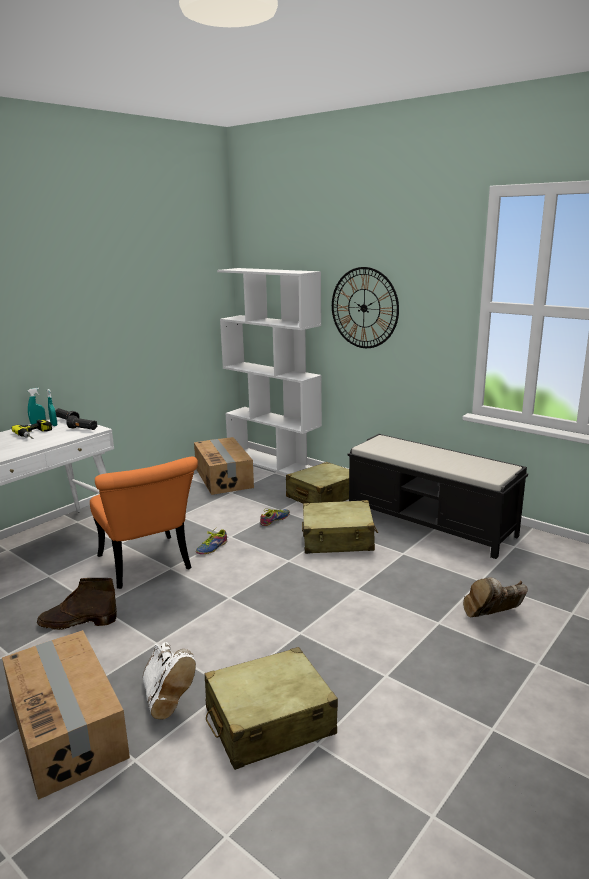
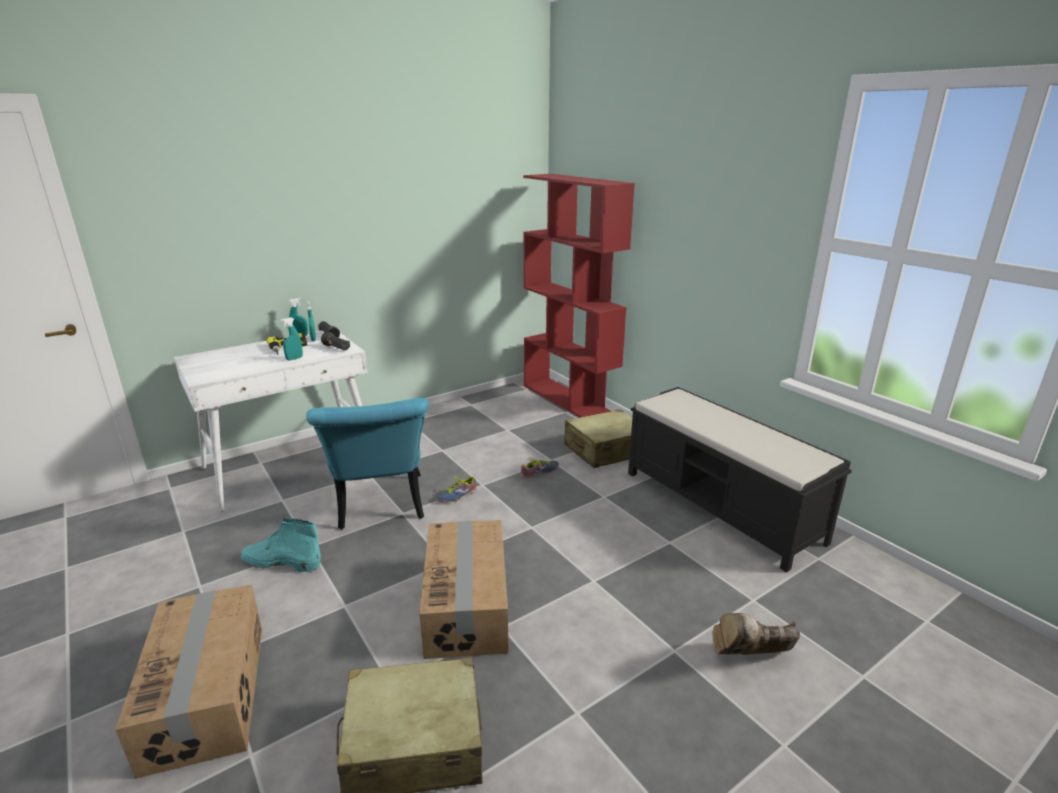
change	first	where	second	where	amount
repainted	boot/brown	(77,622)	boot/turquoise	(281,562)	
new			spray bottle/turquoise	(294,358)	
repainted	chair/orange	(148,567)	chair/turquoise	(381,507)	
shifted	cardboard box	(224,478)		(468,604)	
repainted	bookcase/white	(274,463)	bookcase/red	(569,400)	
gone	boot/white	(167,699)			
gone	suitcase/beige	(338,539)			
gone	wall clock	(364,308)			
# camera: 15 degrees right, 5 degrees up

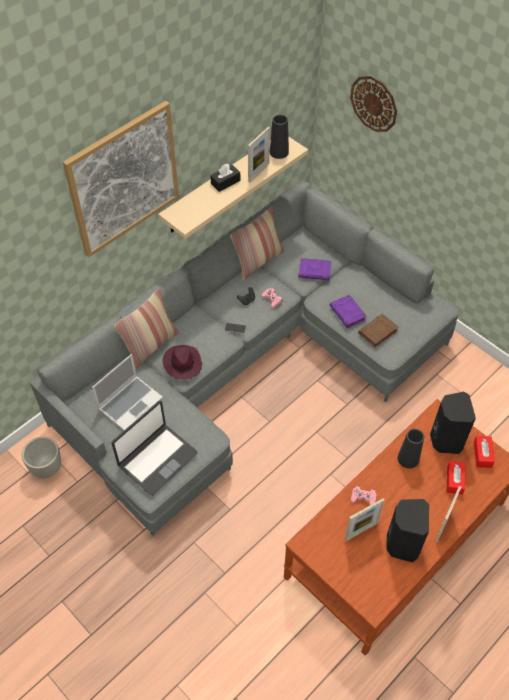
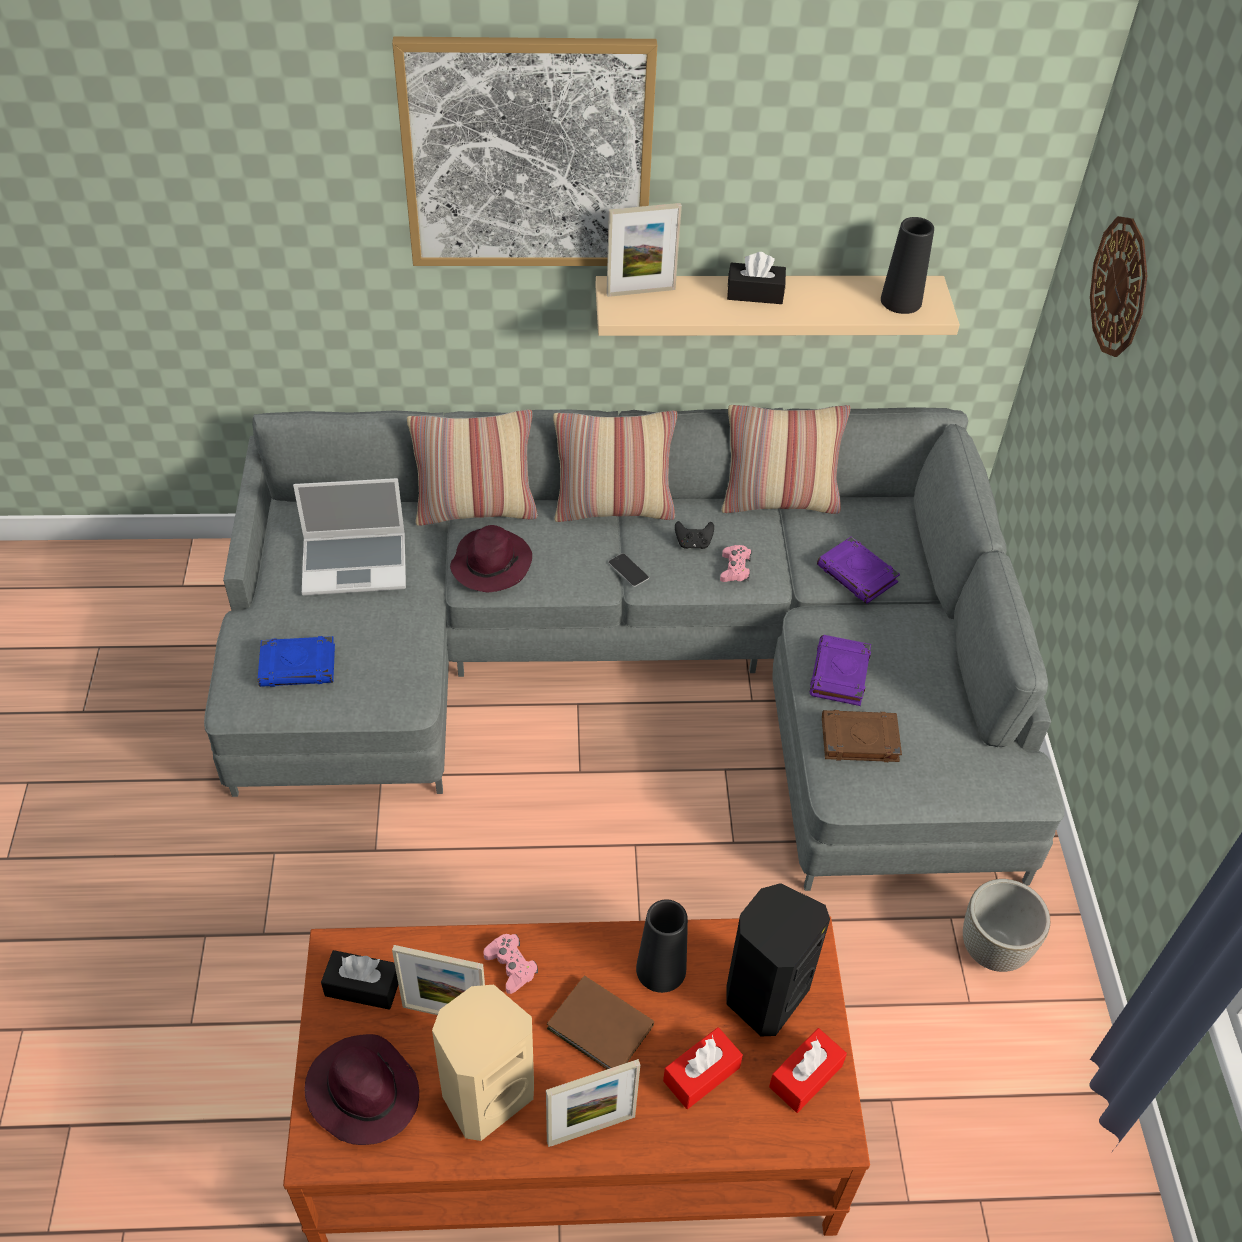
change	first	where	second	where	amount
swapped	laptop	(157,459)	book/blue	(298,666)	
new			hat/purple	(362,1092)	
new			tissue box/black	(362,986)	
repainted	speaker/black	(401,544)	speaker/beige	(486,1094)	
new			book/brown	(601,1029)	
new			pillow	(613,508)	
shifted	picture frame	(258,172)		(641,292)	
shifted	planter/grey	(47,468)		(993,949)	
# camera: 40 degrees right, 5 degrees down

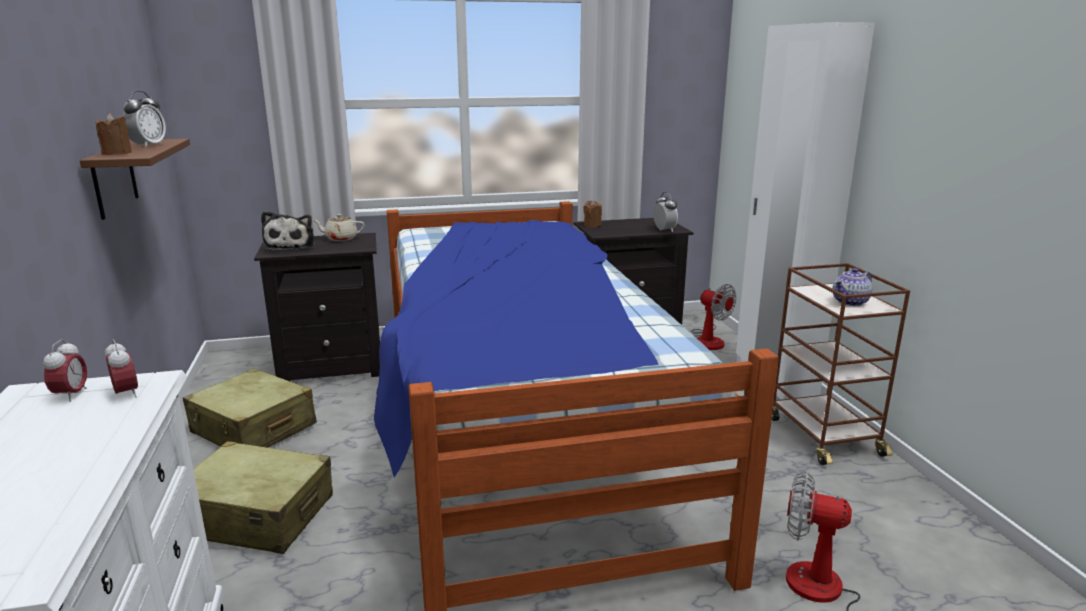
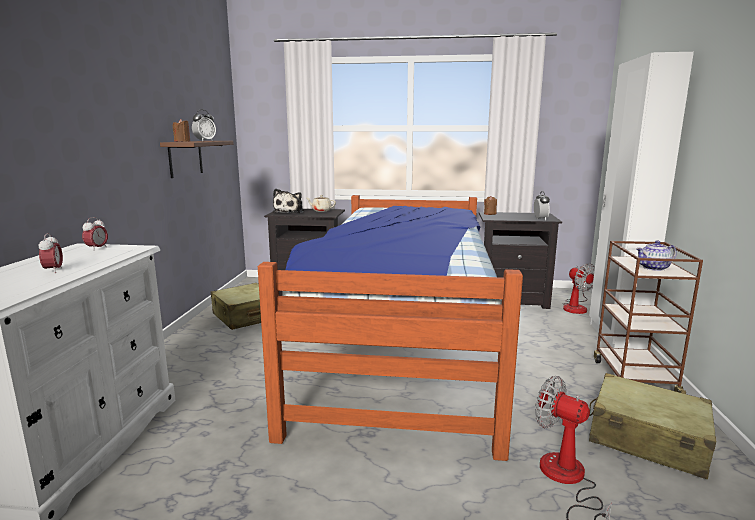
change	first	where	second	where	amount
shifted	alarm clock	(126,394)		(53,271)	
shifted	suitcase/beige	(256,516)		(646,439)	
# camera: 20 degrees right, 5 degrees down

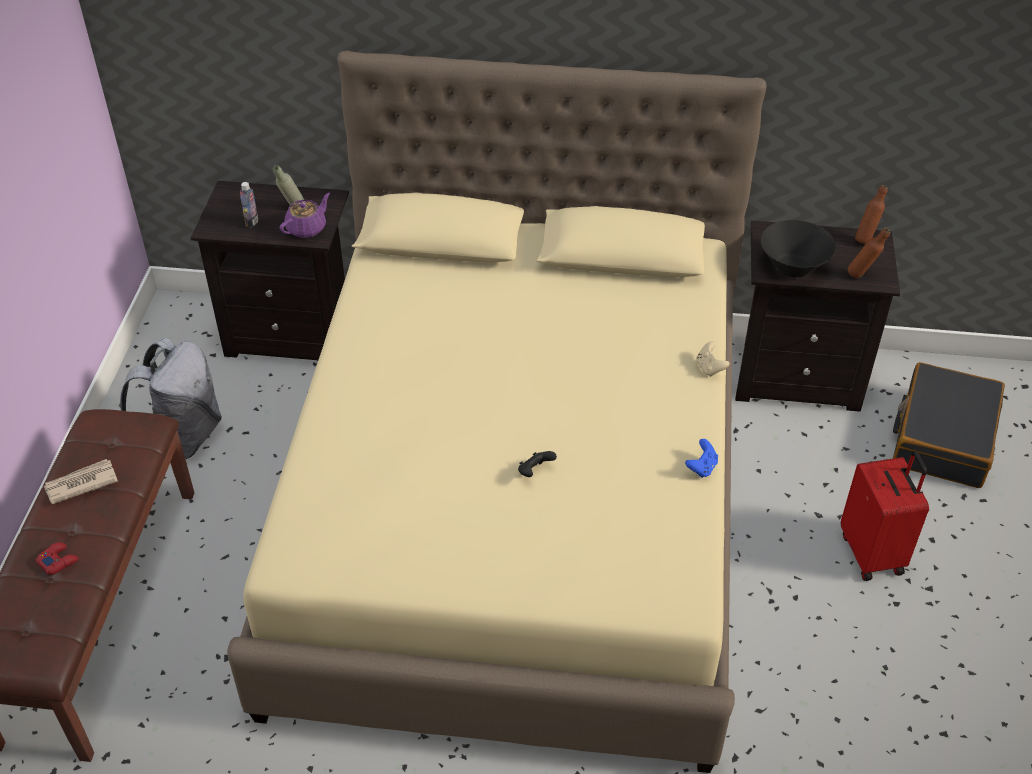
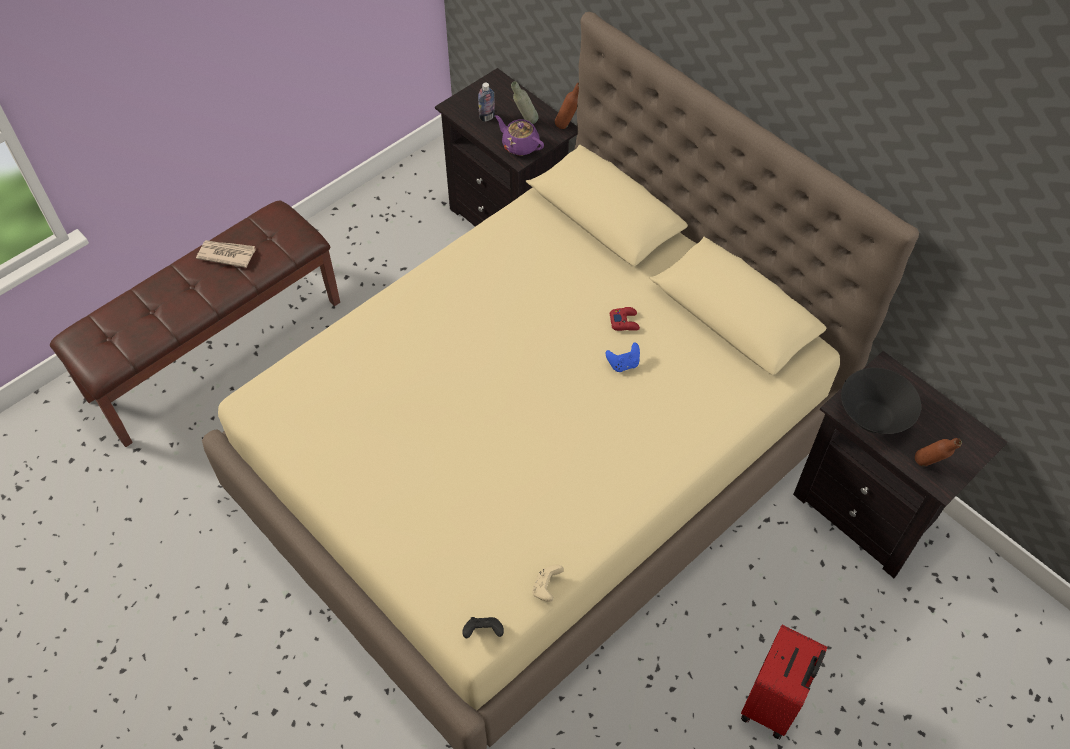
change	first	where	second	where	amount
shifted	game controller/black	(535,472)		(483,632)	
rotated	teapot/purple	(307,228)		(520,145)	135 degrees counterclockwise
shifted	game controller/beige	(710,368)		(546,588)	
shifted	bottle/brown	(865,239)		(567,125)	
shifted	game controller/blue	(701,467)		(623,364)	
shifted	game controller/red	(58,561)		(624,322)	
gone	backpack/grey	(184,436)			
gone	suitcase/black	(942,437)			
# camera: 40 degrees right, 10 degrees up

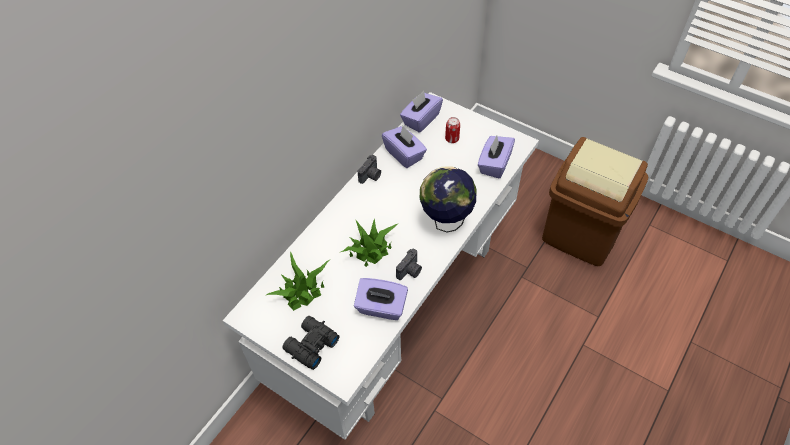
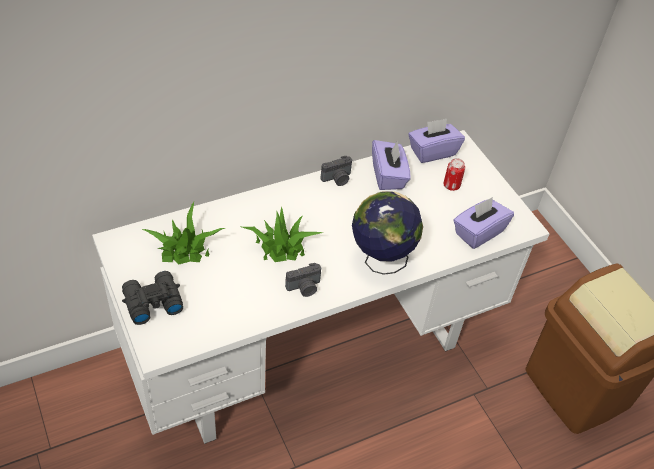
change	first	where	second	where	amount
gone	tissue box/purple	(381,307)			
# camera: 25 degrees right, 5 degrees down

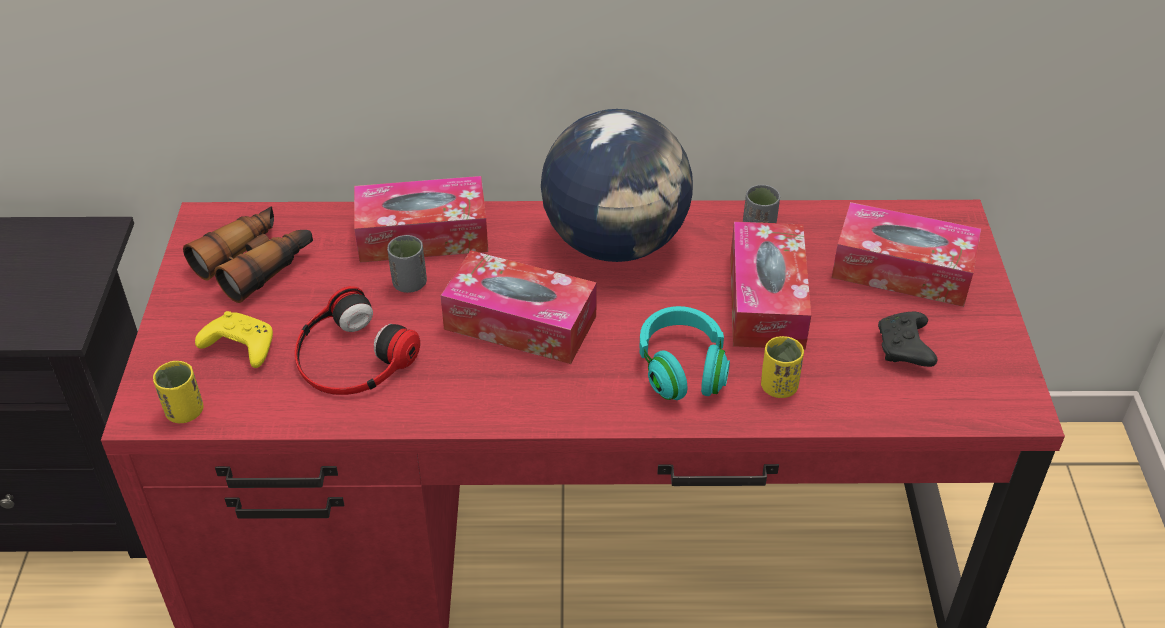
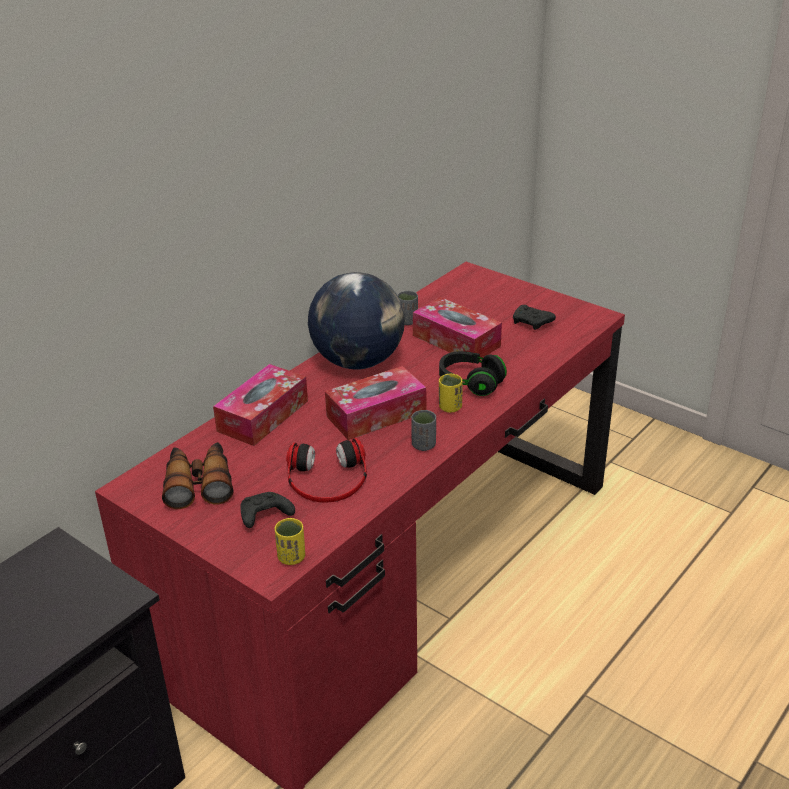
change	first	where	second	where	amount
repainted	game controller/yellow	(239,347)	game controller/black	(264,516)	
shifted	cup/grey	(409,284)		(423,445)	
repainted	headphones/turquoise	(682,368)	headphones/black	(470,383)	
shifted	cup/yellow	(778,387)		(450,407)	
gone	tissue box	(902,270)			
# camera: 50 degrees left, 10 degrees down

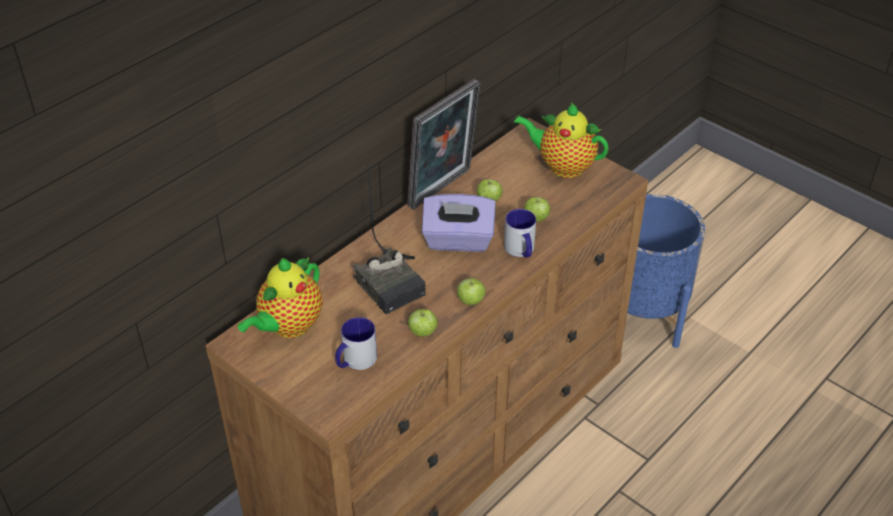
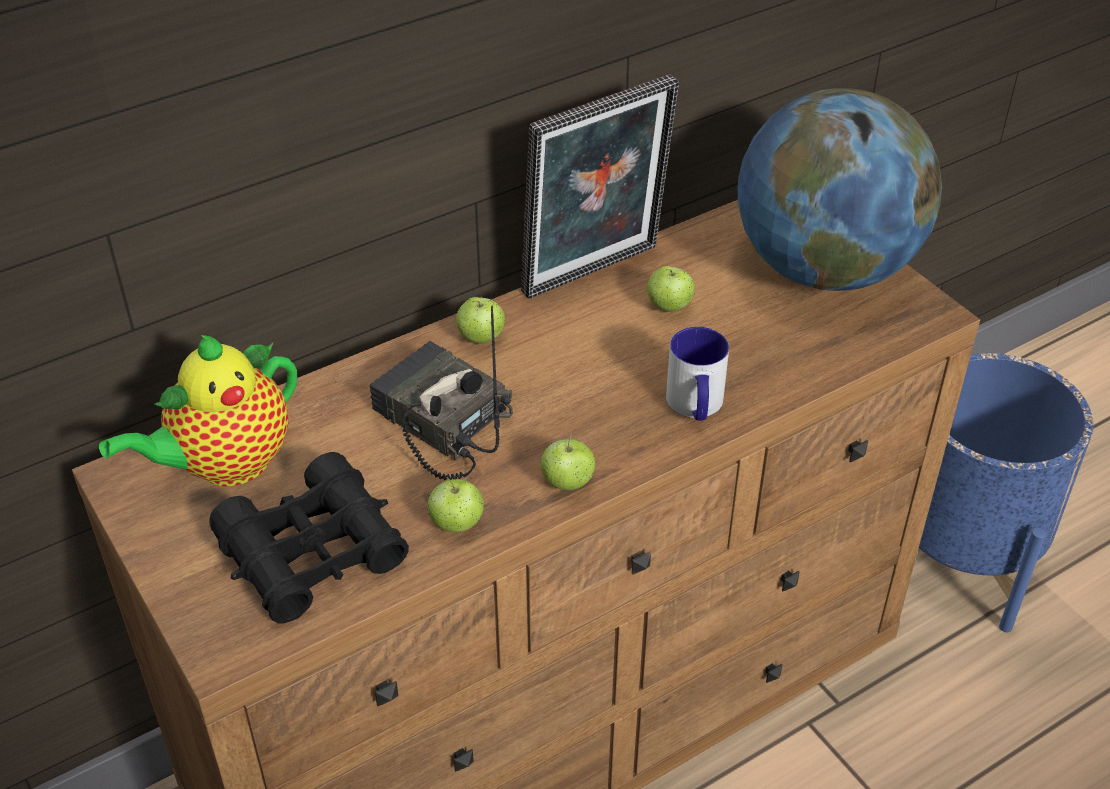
change	first	where	second	where	amount
swapped	mug	(355,361)	binoculars/black	(313,553)	
rotated	radio	(392,283)		(439,422)	150 degrees clockwise
shifted	apple	(536,219)		(481,338)	
swapped	teapot	(562,166)	globe	(824,269)	
gone	tissue box/purple	(458,240)			
# camera: 15 degrees right, 0 degrees up

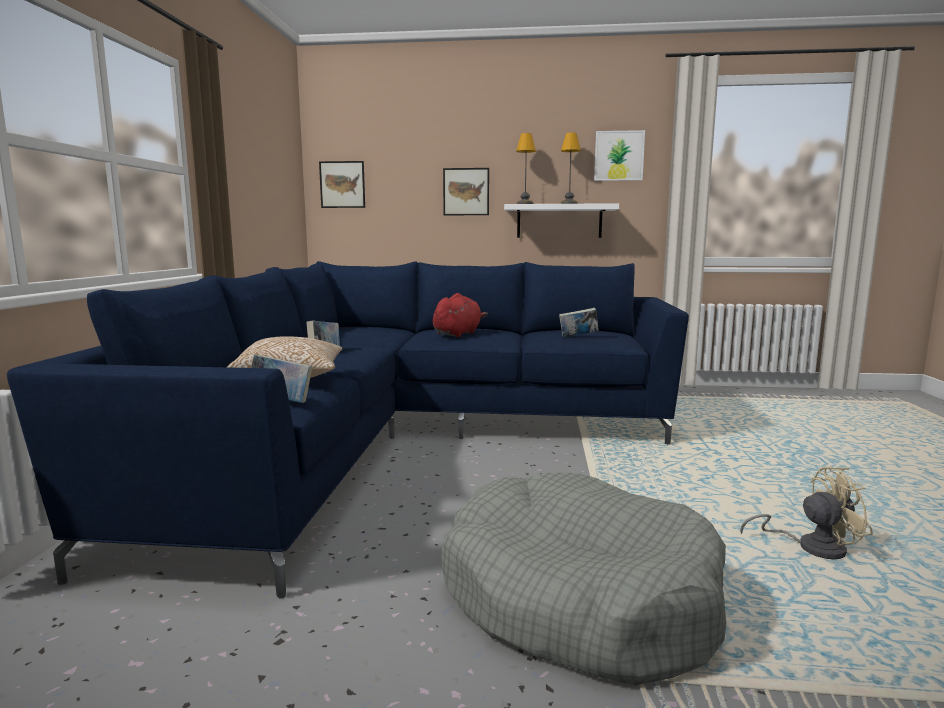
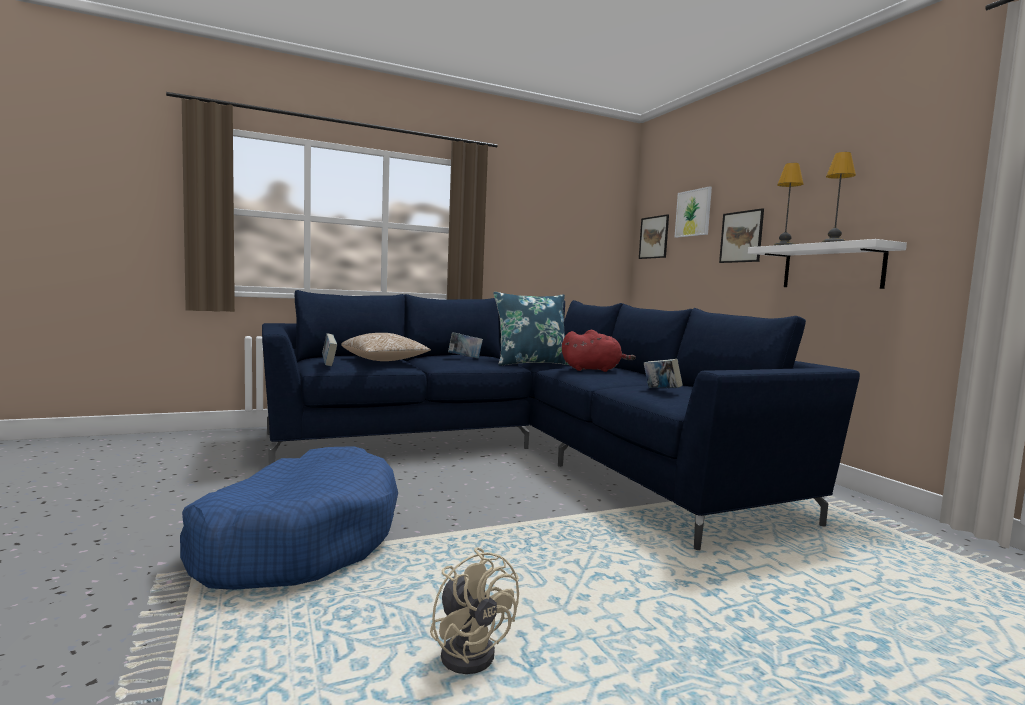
change	first	where	second	where	amount
repainted	dog bed/grey	(577,598)	dog bed/blue	(298,540)	
new			pillow/blue	(531,363)	
shifted	picture	(619,156)		(693,213)	
# camera: 60 degrees right, 5 degrees down

